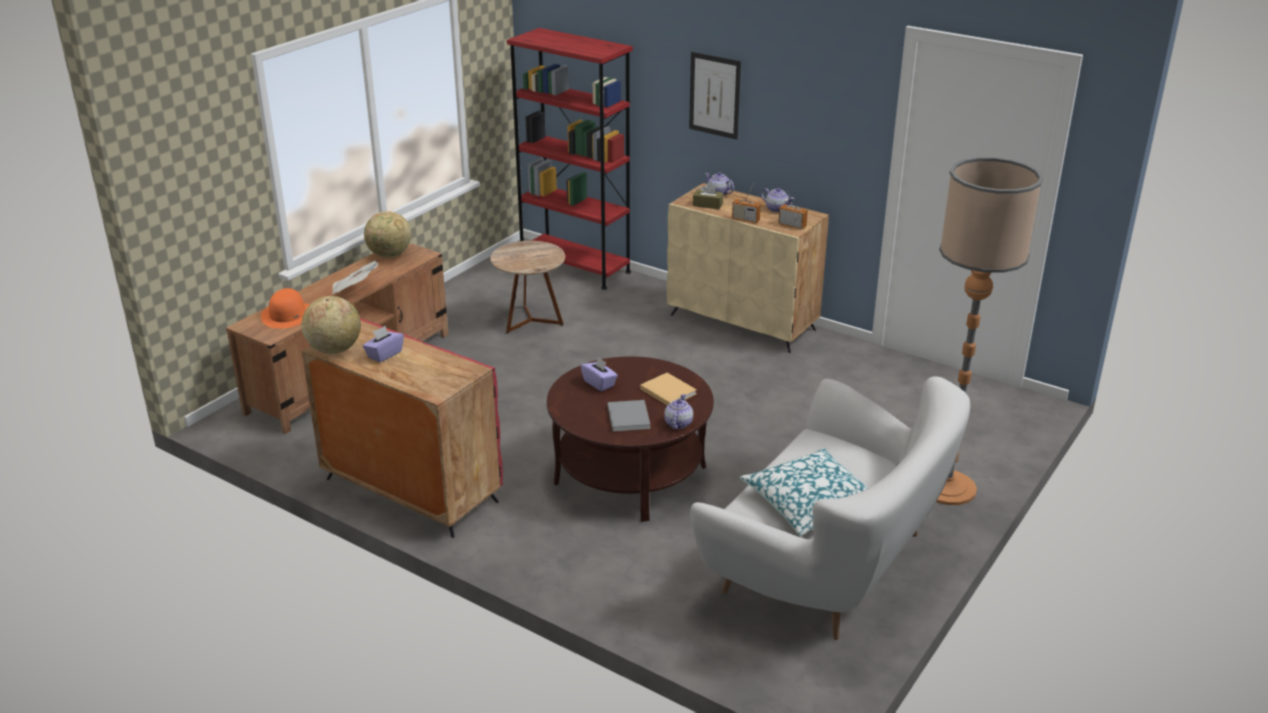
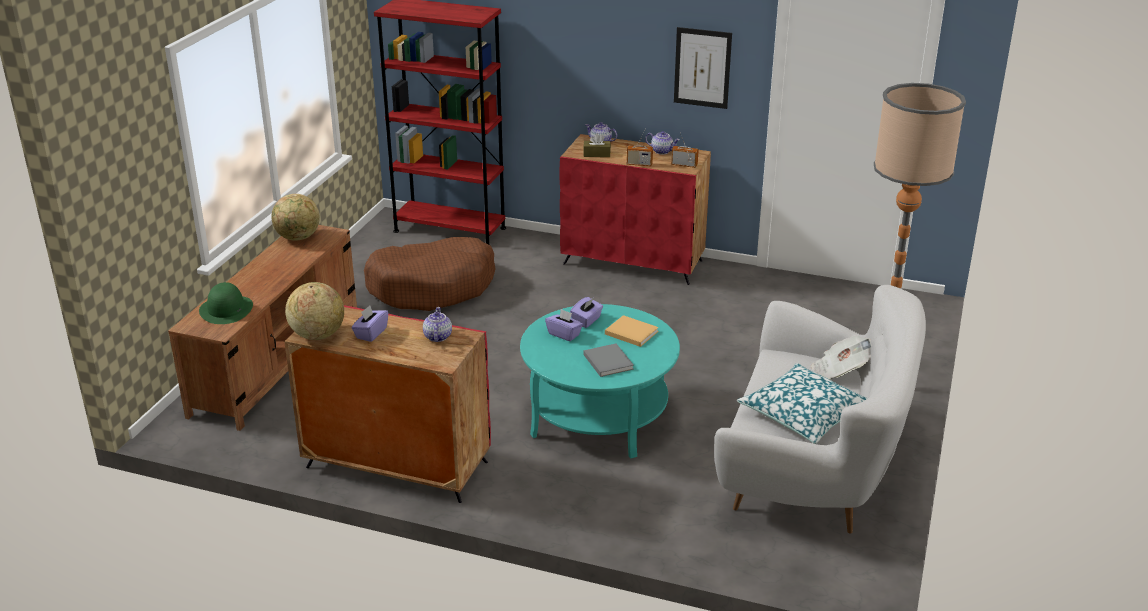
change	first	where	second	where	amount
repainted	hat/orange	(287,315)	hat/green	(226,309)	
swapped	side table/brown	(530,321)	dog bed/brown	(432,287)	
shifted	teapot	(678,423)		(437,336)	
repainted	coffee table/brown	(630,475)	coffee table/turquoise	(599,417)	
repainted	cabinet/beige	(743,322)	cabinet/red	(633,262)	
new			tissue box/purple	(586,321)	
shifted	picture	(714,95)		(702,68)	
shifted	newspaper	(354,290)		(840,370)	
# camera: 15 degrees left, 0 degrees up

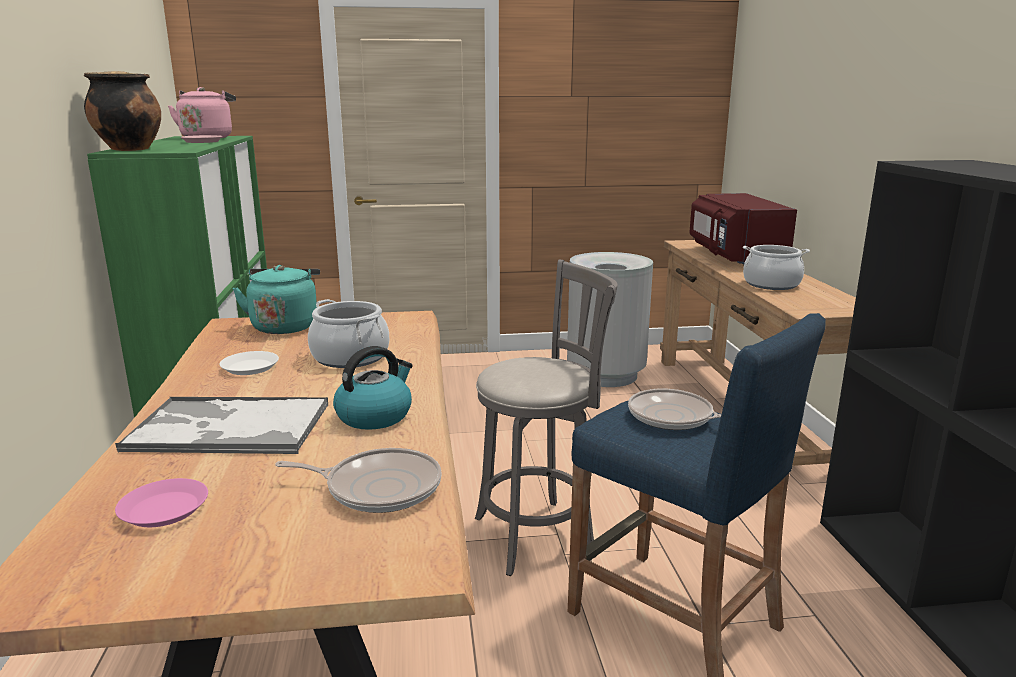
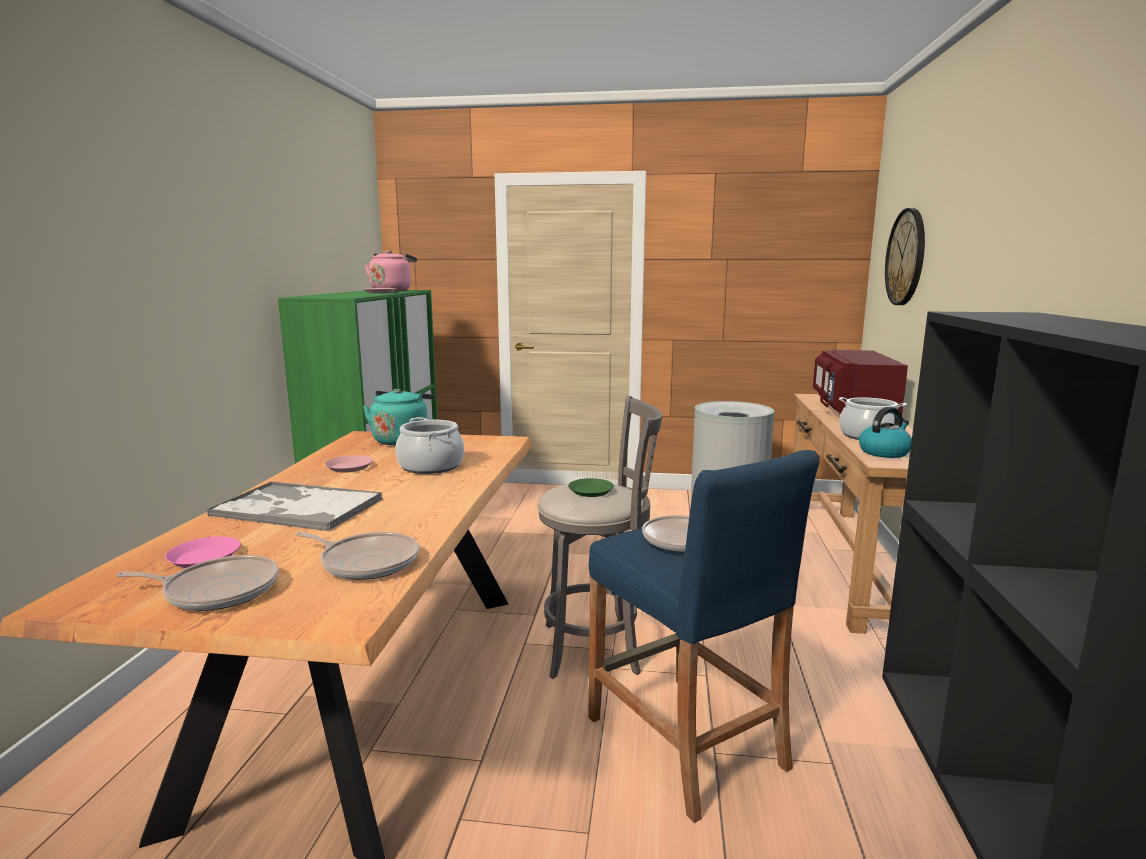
change	first	where	second	where	amount
new			frying pan	(217,591)	
repainted	plate/white	(250,367)	plate/pink	(350,467)	
new			plate/green	(591,491)	
shifted	kettle	(375,416)		(884,452)	
new			wall clock	(906,257)	
gone	cooking pot	(129,149)			
# camera: 15 degrees right, 5 degrees down

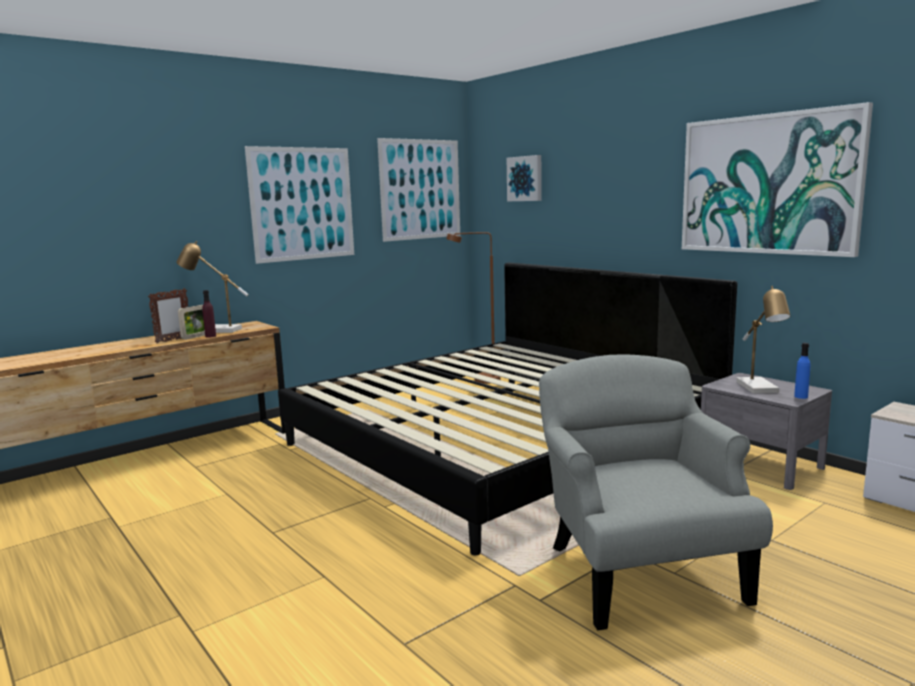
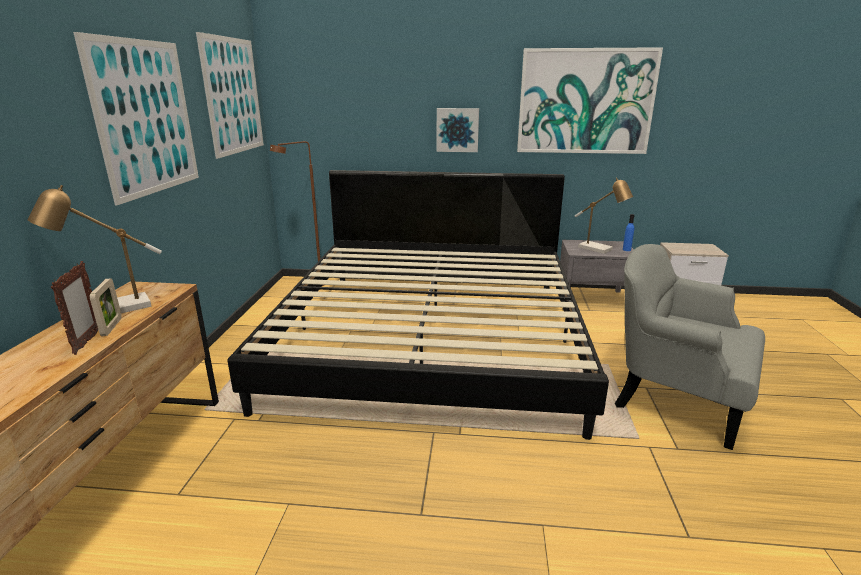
change	first	where	second	where	amount
shifted	picture	(525,178)		(457,130)	
gone	bottle/purple	(210,336)			
# camera: 45 degrees left, 10 degrees up

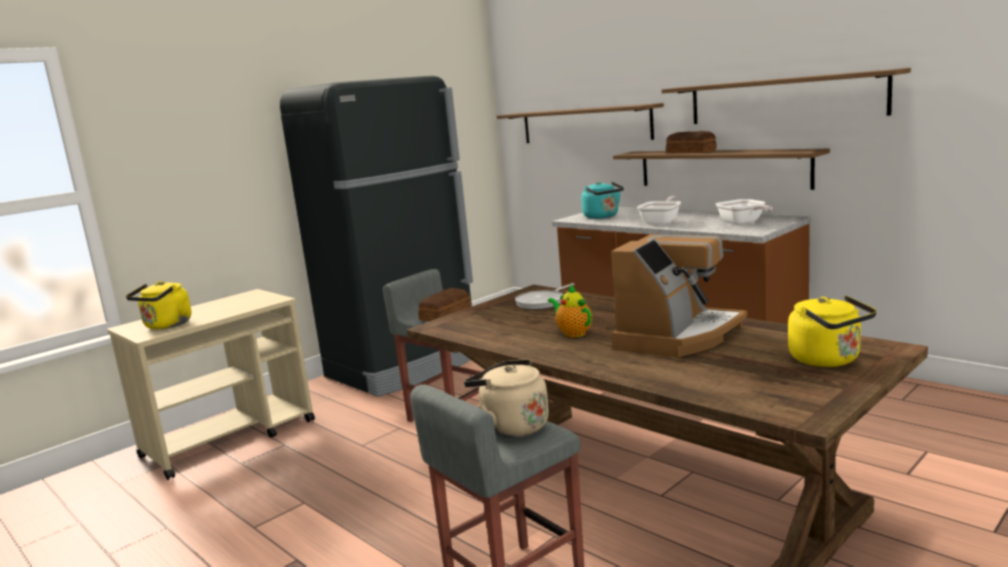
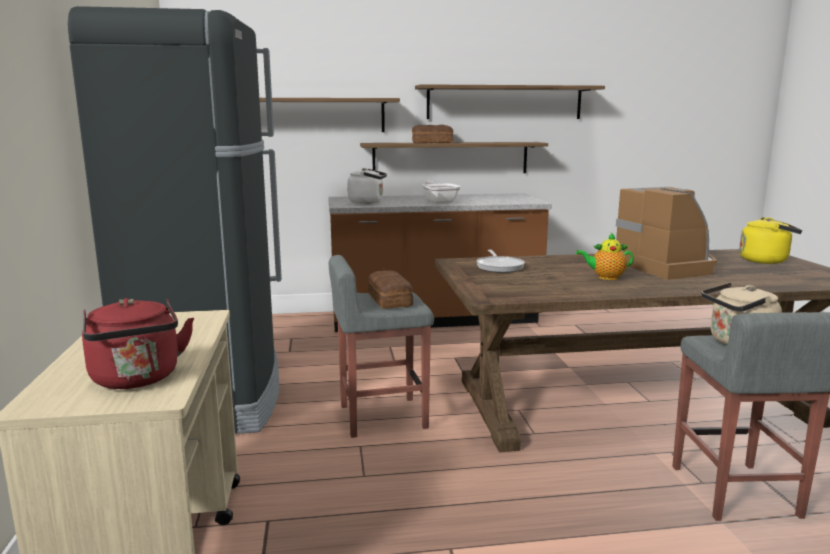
change	first	where	second	where	amount
repainted	kettle/yellow	(166,326)	kettle/red	(137,379)	
repainted	kettle/turquoise	(602,216)	kettle/white	(368,202)	
gone	frying pan	(743,223)			
# camera: 55 degrees left, 0 degrees up

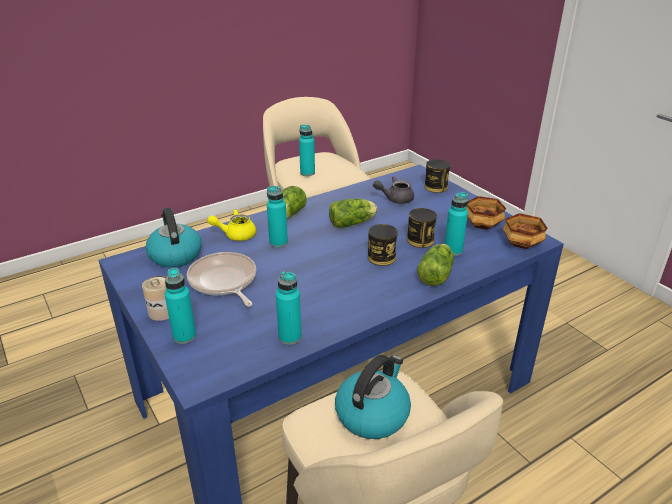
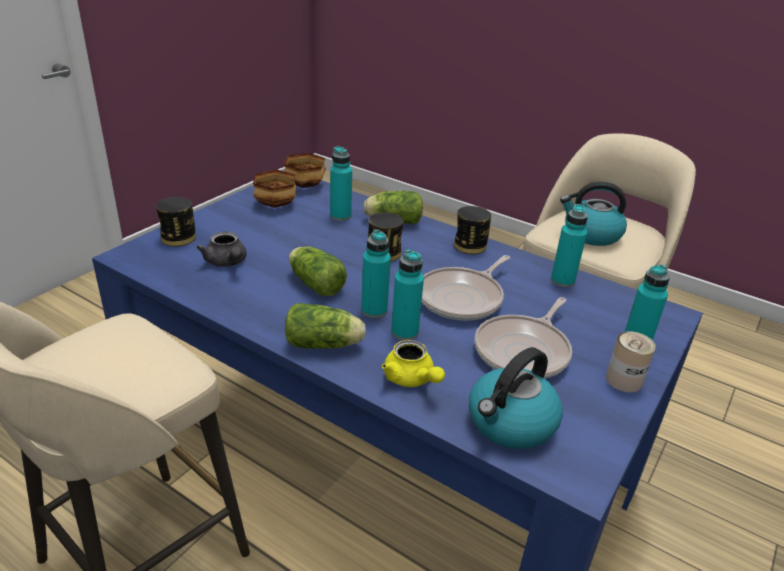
change	first	where	second	where	amount
shifted	bottle/turquoise	(307,173)		(374,310)	
new			frying pan	(462,298)	
shifted	can	(420,240)		(470,245)	
# camera: 115 degrees left, 0 degrees up

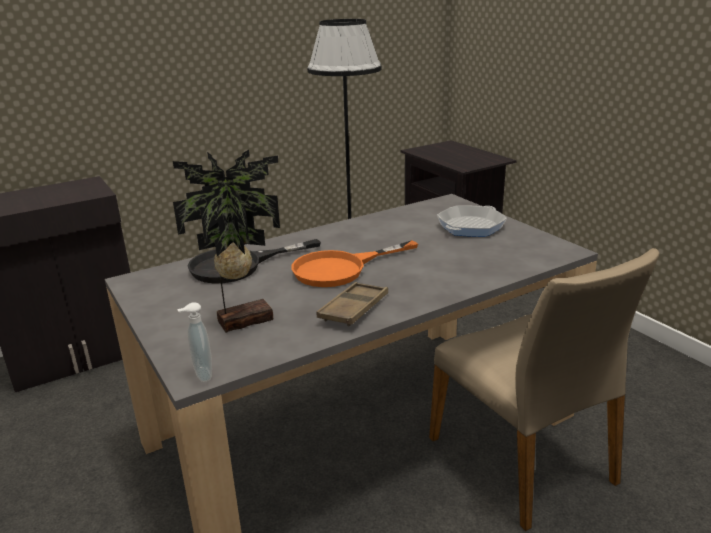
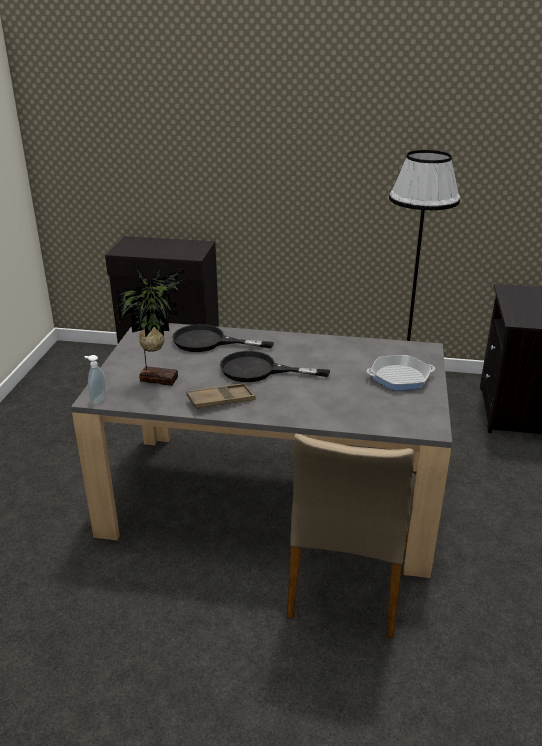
change	first	where	second	where	amount
repainted	frying pan/orange	(341,268)	frying pan/black	(259,370)	
# camera: 40 degrees right, 5 degrees up

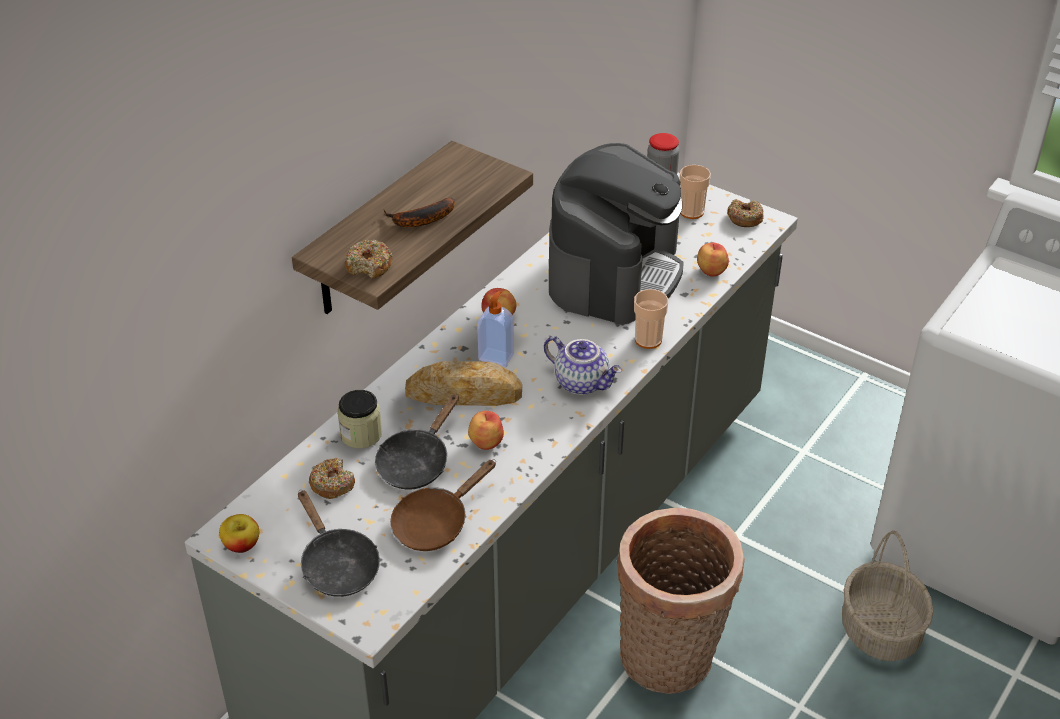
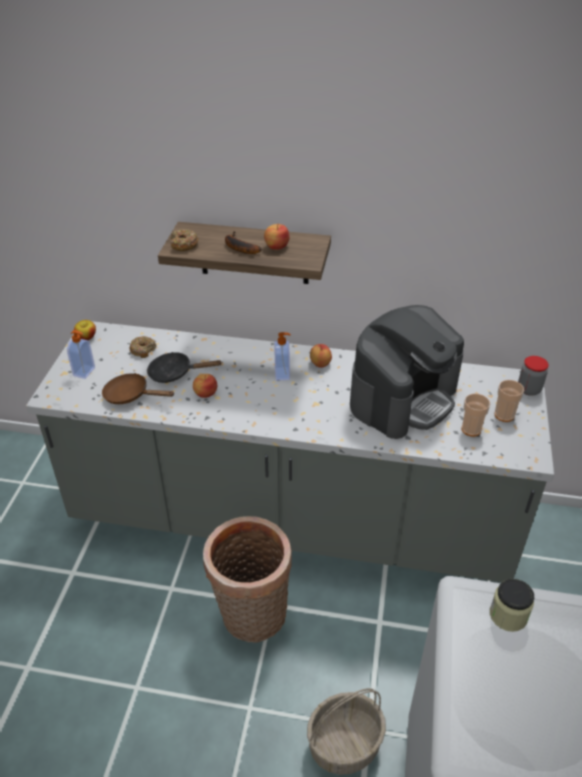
change	first	where	second	where	amount
swapped	frying pan/black	(337,565)	soap dispenser	(85,372)	
shifted	apple	(710,271)		(276,246)	
rotated	coffee machine	(614,272)		(403,398)	45 degrees counterclockwise
shifted	cup	(648,340)		(471,429)	
shifted	jar	(361,434)		(508,615)	
gone	bread	(464,393)			
gone	teapot	(582,382)			
gone	donut	(744,218)			
# camera: 65 degrees right, 0 degrees up

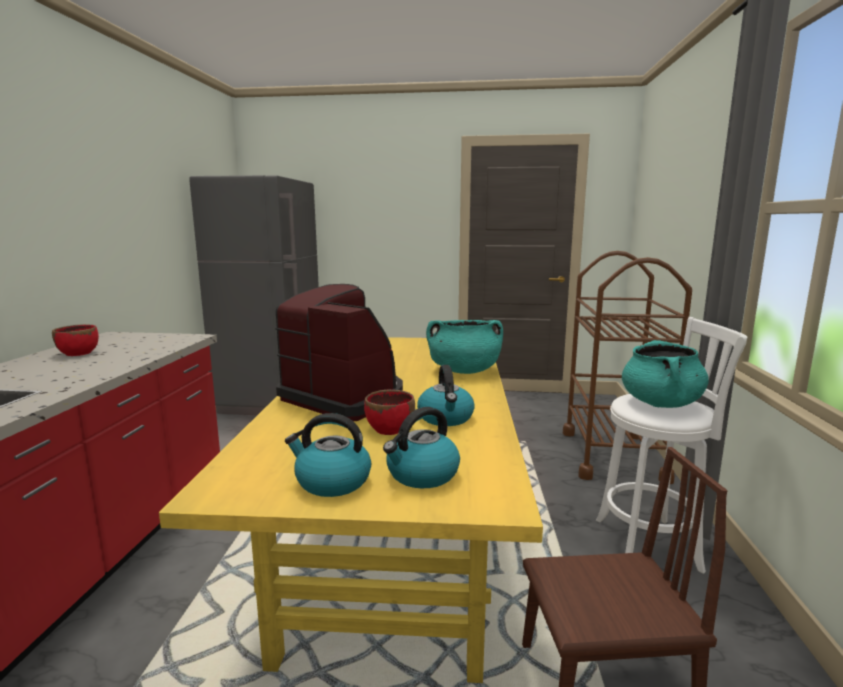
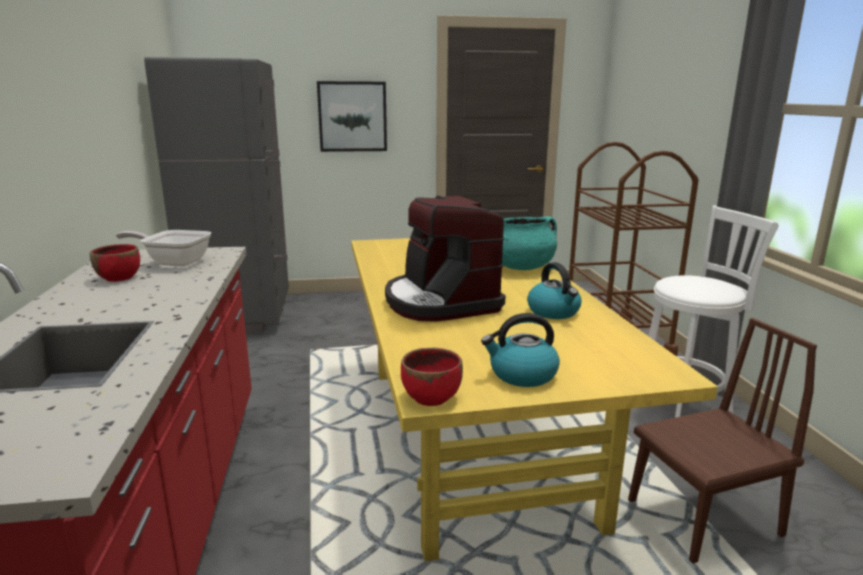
change	first	where	second	where	amount
new			frying pan	(174,262)	
new			picture	(352,116)	
rotated	coffee machine	(345,397)		(440,301)	135 degrees counterclockwise
shifted	bowl/red	(390,429)		(431,397)	
gone	kettle	(422,475)			
gone	cooking pot/turquoise	(661,403)			
# camera: 15 degrees left, 5 degrees up

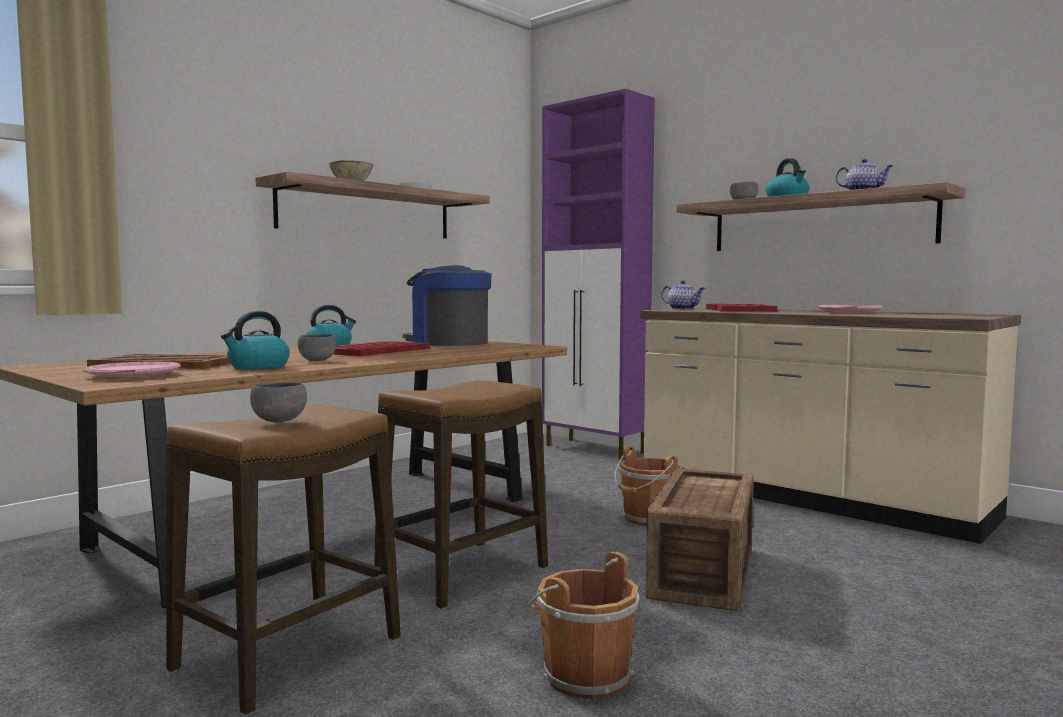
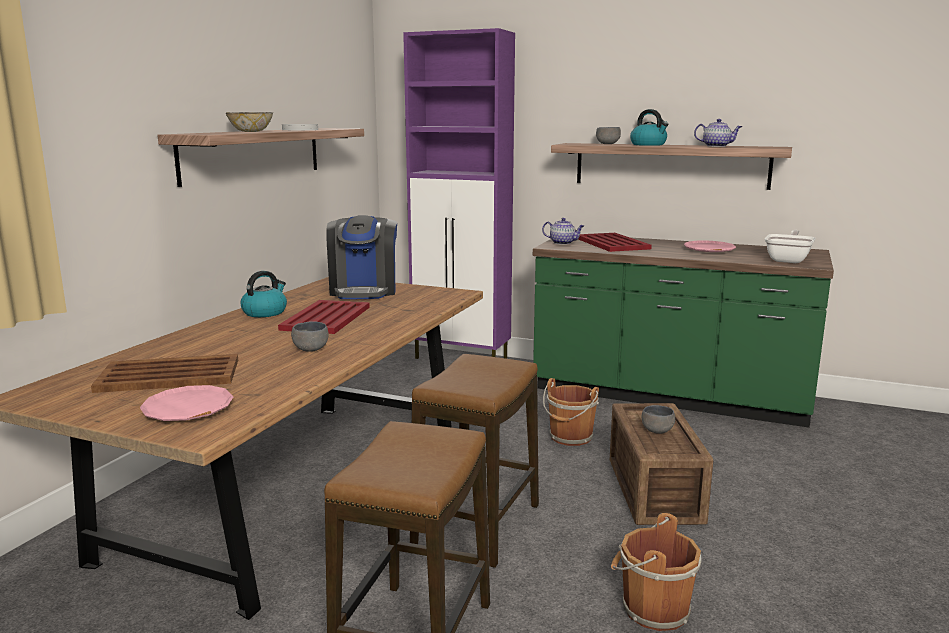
change	first	where	second	where	amount
rotated	coffee machine	(448,343)		(364,291)	105 degrees counterclockwise
repainted	counter/beige	(807,498)	counter/green	(668,396)	
shifted	bowl/grey	(278,420)		(656,430)	
new			frying pan	(789,260)	
gone	kettle	(258,367)			
# camera: 20 degrees left, 10 degrees up

